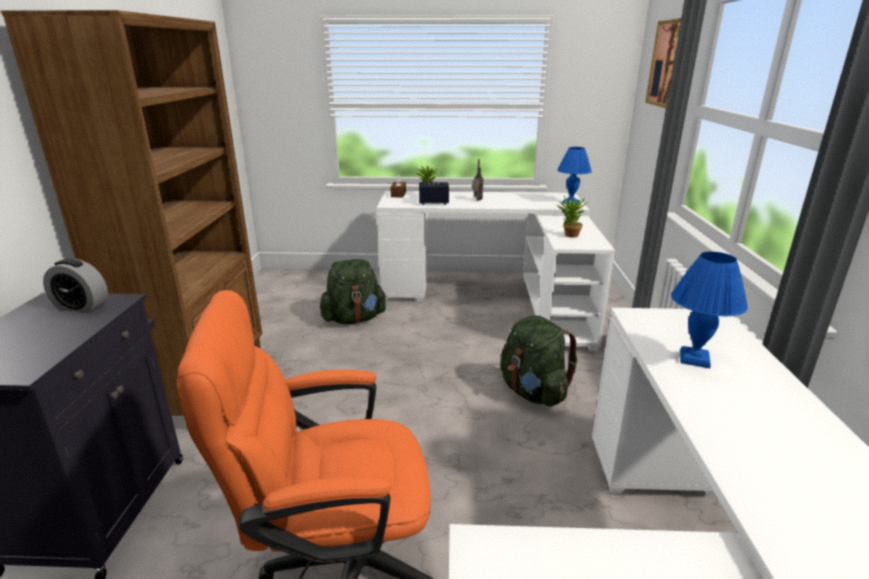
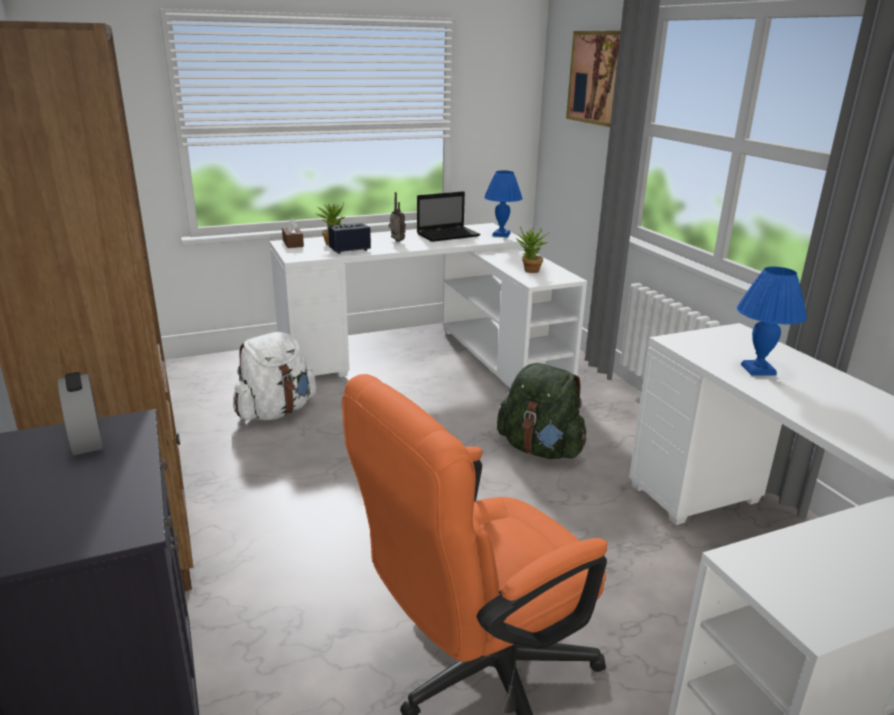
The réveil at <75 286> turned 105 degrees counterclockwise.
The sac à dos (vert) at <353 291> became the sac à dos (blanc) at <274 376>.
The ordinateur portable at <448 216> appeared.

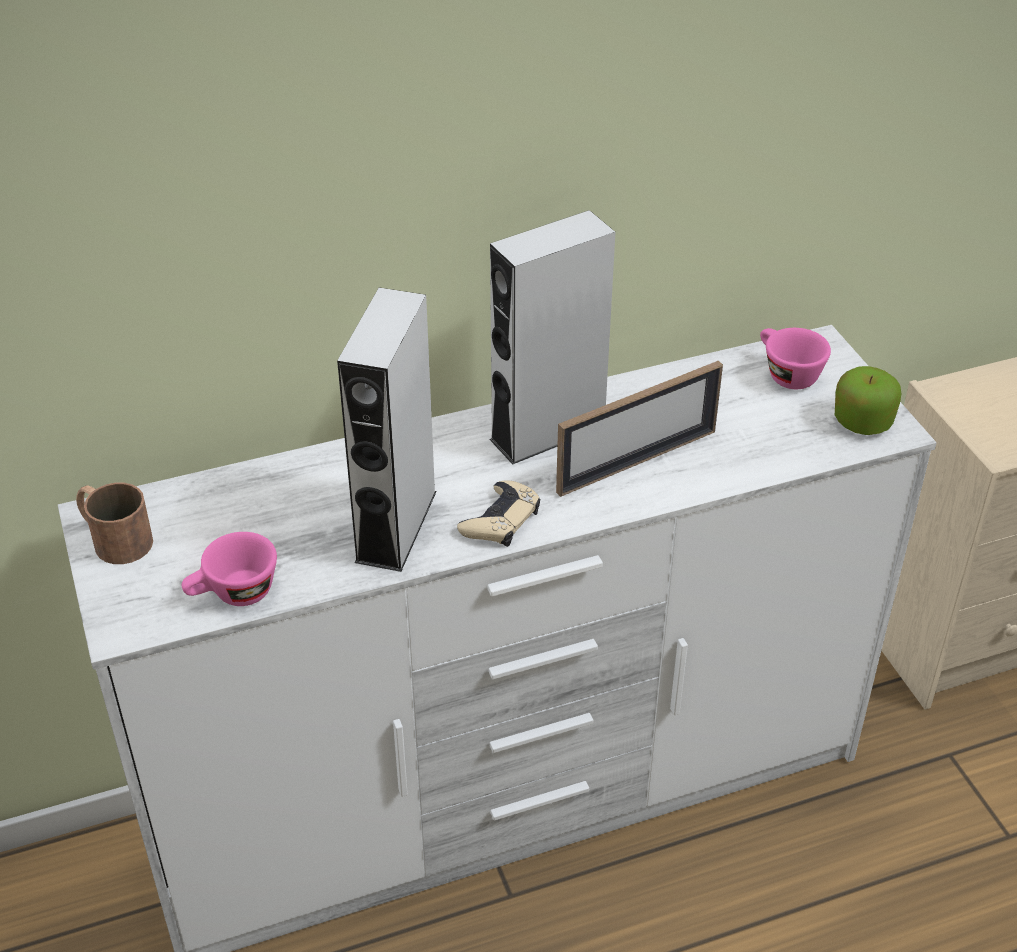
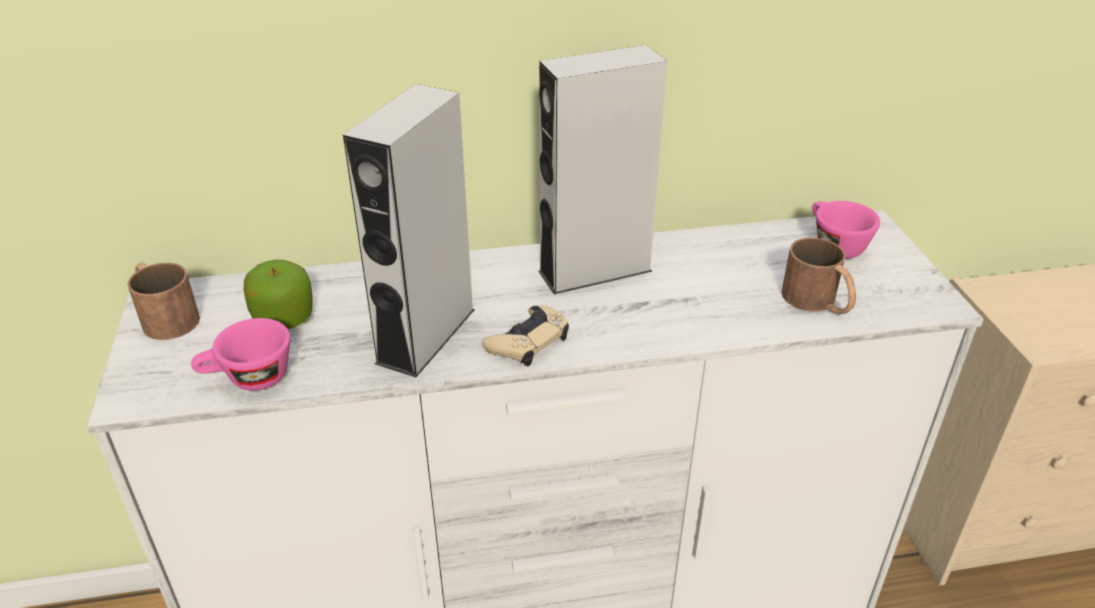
The cadre photo at <639 429> disappeared.
The pomme moved from <868 400> to <278 294>.
The mug (marron) at <819 275> appeared.

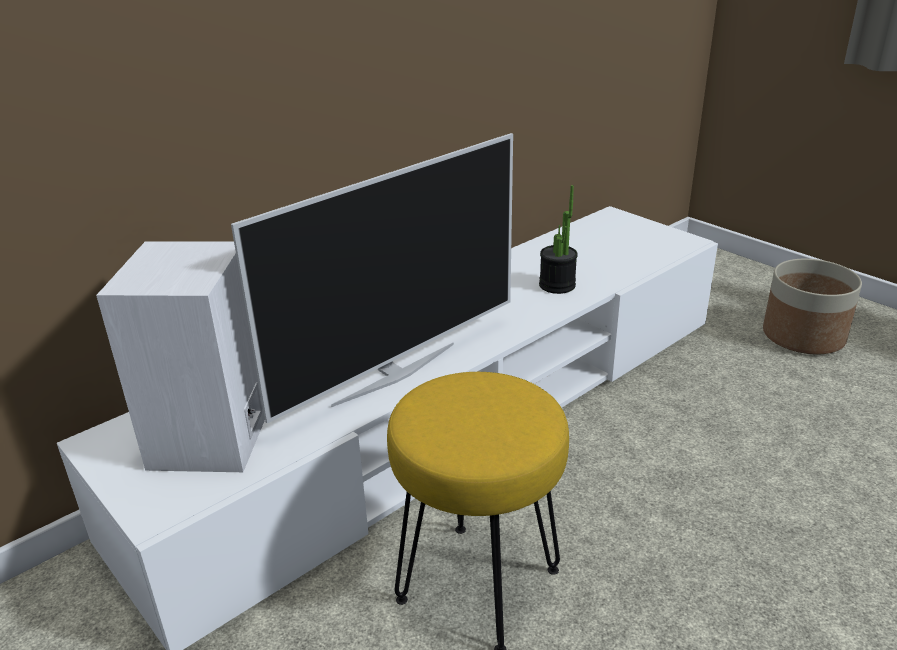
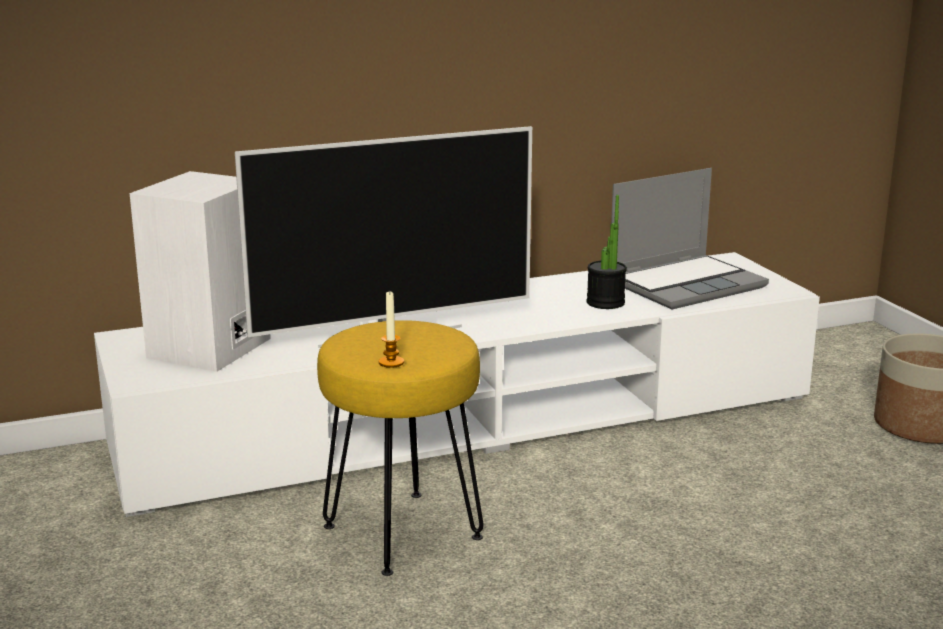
The bougie at <391 330> appeared.
The ordinateur portable at <690 239> appeared.

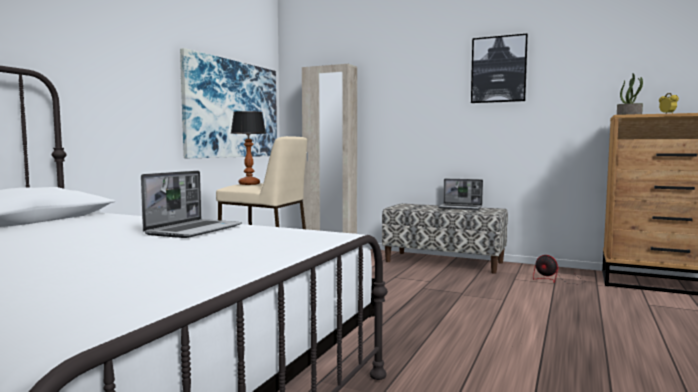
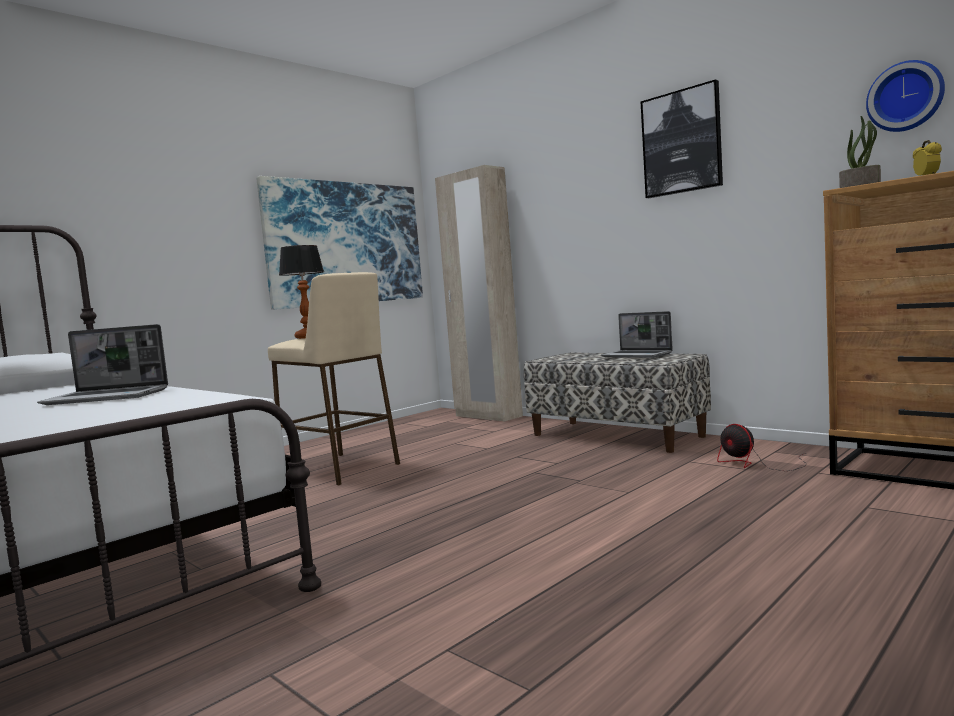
The ordinateur portable at <191 204> turned 45 degrees clockwise.
The horloge murale at <905 96> appeared.

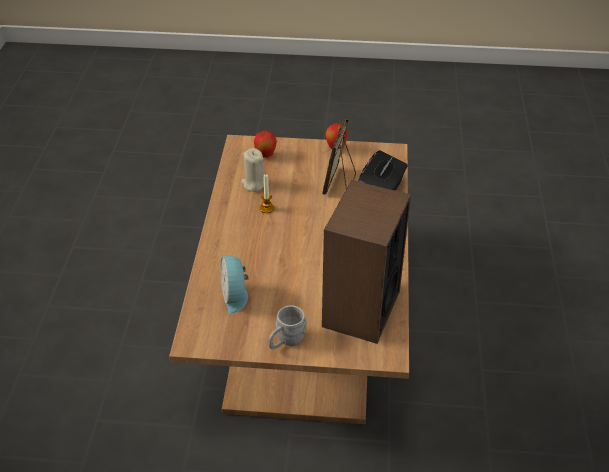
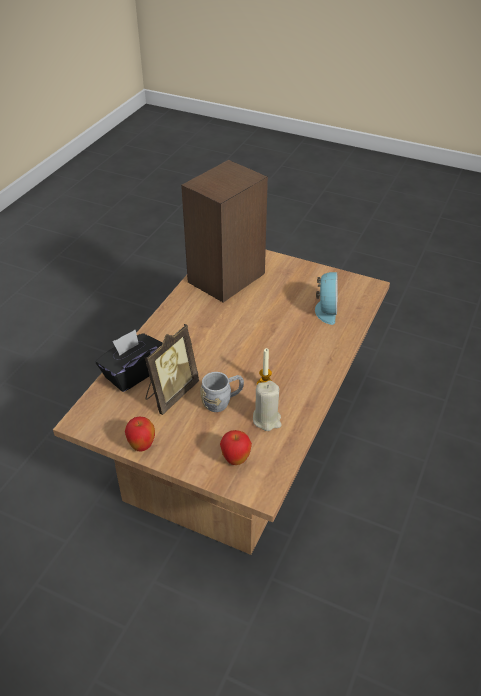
The mug (gris) moved from <287 327> to <222 392>.

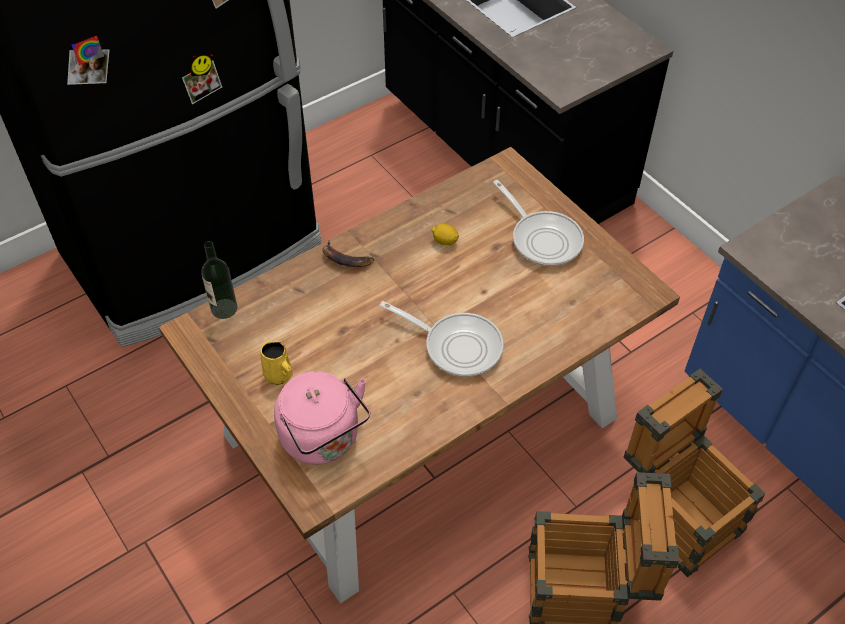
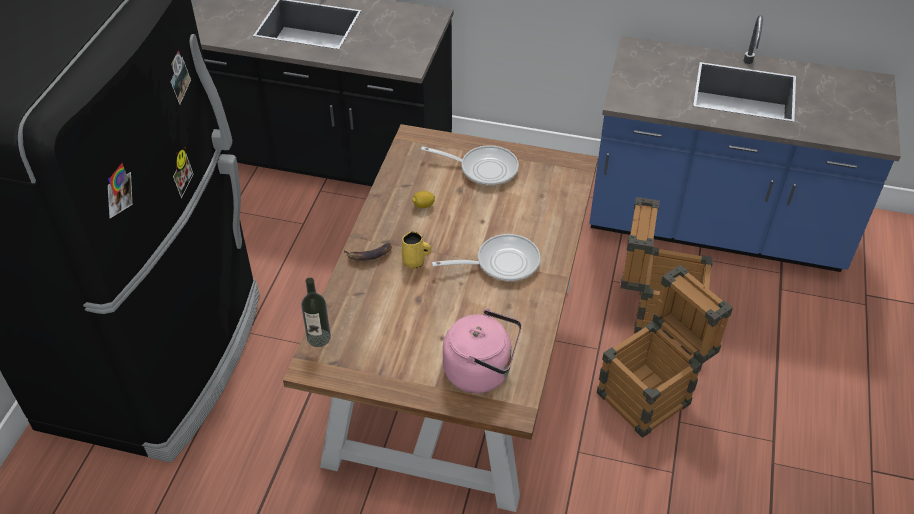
The mug (jaune) moved from <277 363> to <416 250>.

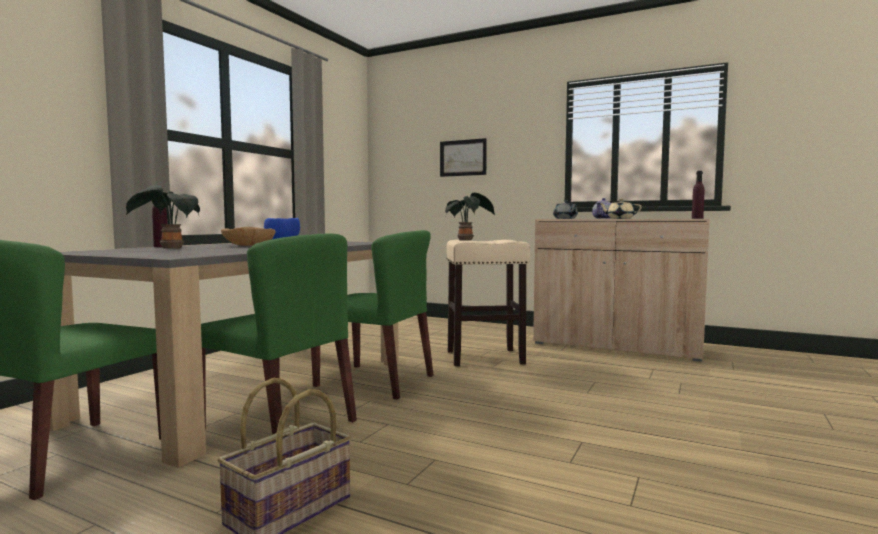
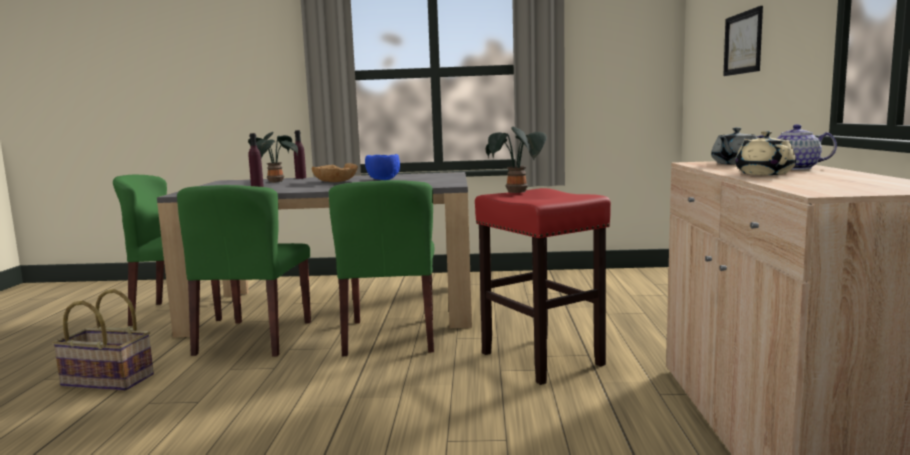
The tabouret (beige) at <488 303> became the tabouret (rouge) at <543 286>.
The bouteille (violet) moved from <698 195> to <256 160>.

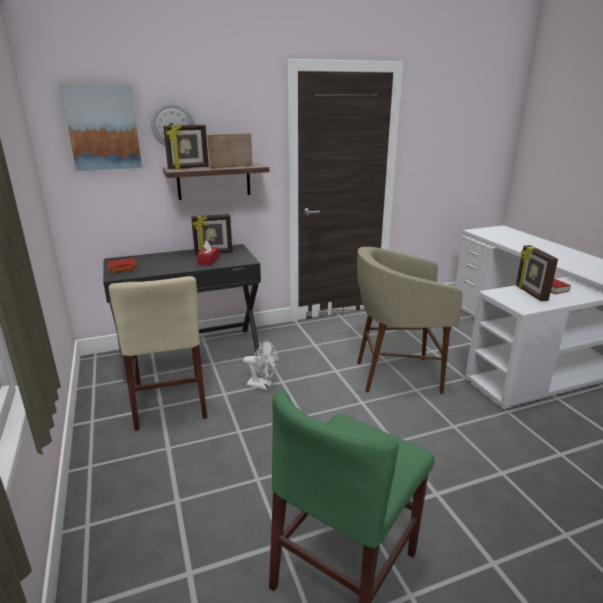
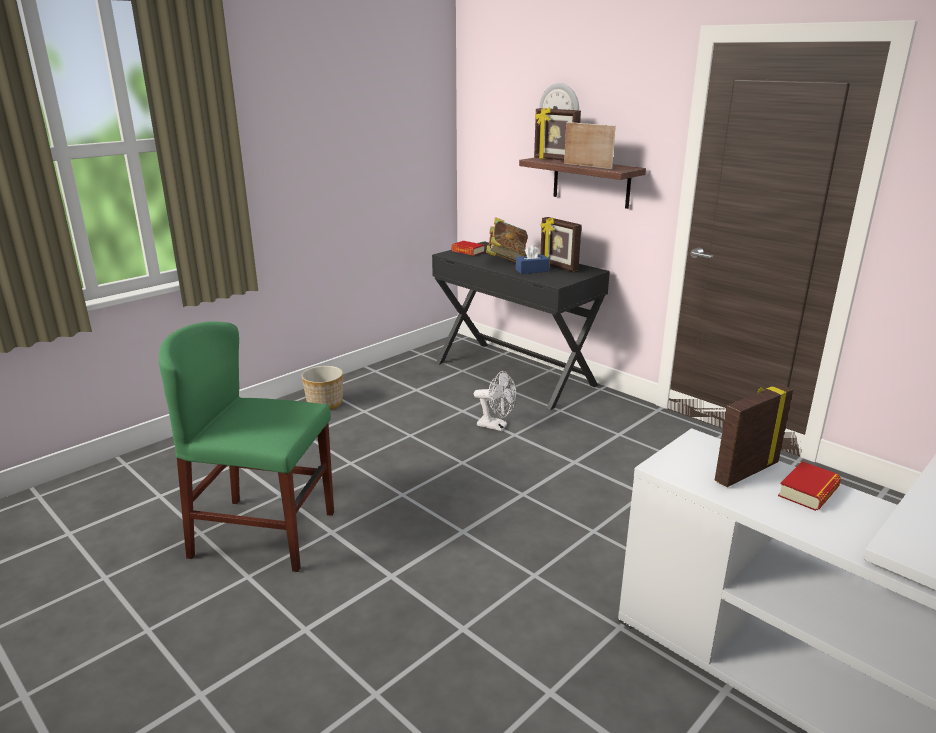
The tableau at <101 128> disappeared.
The chaise (beige) at <157 353> disappeared.
The boîte à mouchoirs (rouge) at <208 253> became the boîte à mouchoirs (bleu) at <532 259>.
The ventilateur (blanc) at <260 365> turned 60 degrees counterclockwise.
The tabouret (beige) at <410 320> disappeared.
The cache-pot at <322 388> appeared.
The livre at <506 239> appeared.

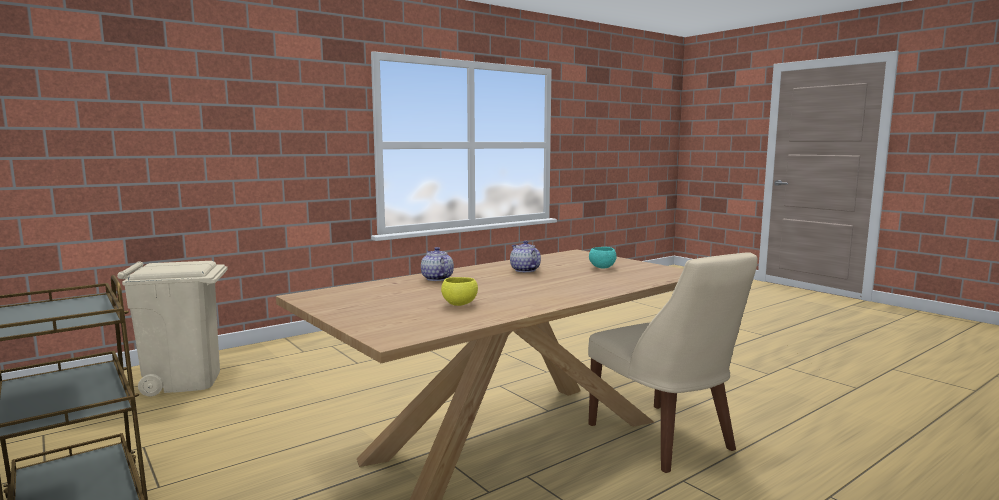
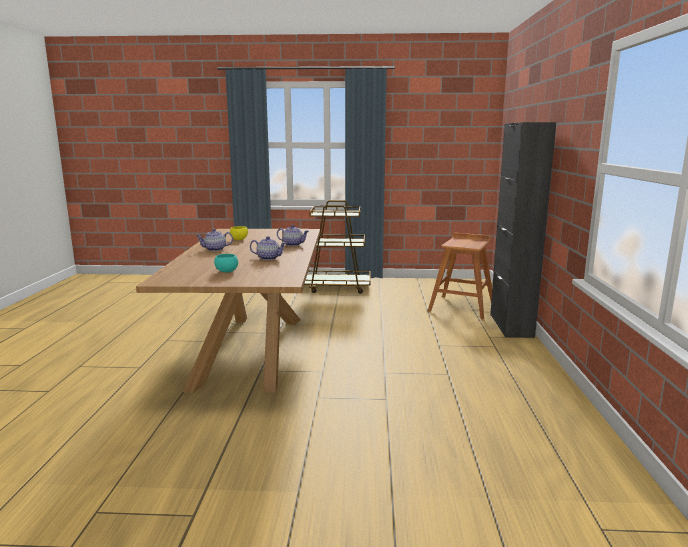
The poubelle (beige) at <172 329> was replaced by the tabouret (marron) at <460 276>.
The chaise (beige) at <672 362> disappeared.
The théière at <214 240> appeared.
The meuble de rangement (noir) at <523 230> appeared.

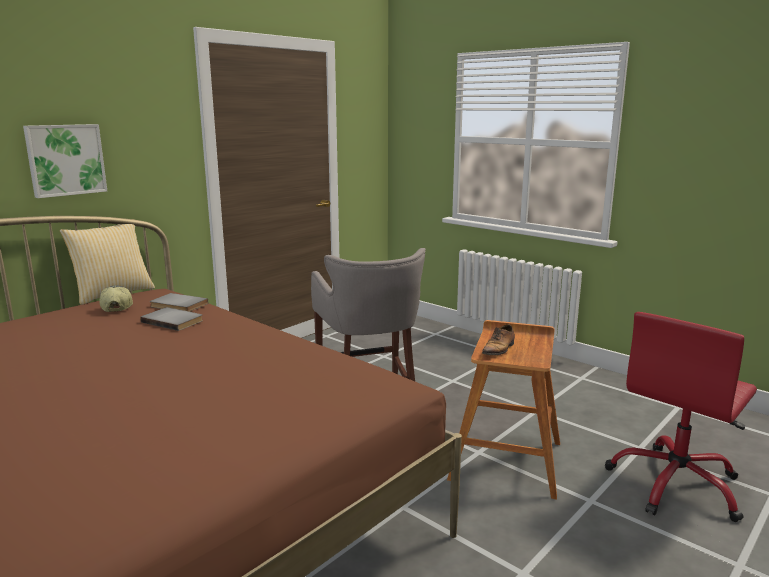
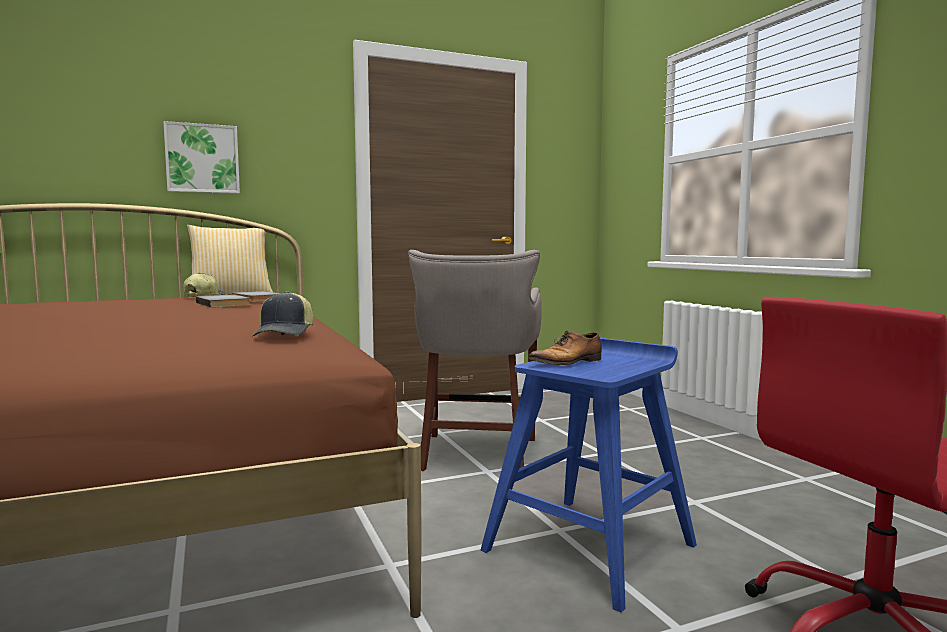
The tabouret (marron) at <503 410> became the tabouret (bleu) at <588 475>.
The casquette at <283 314> appeared.

